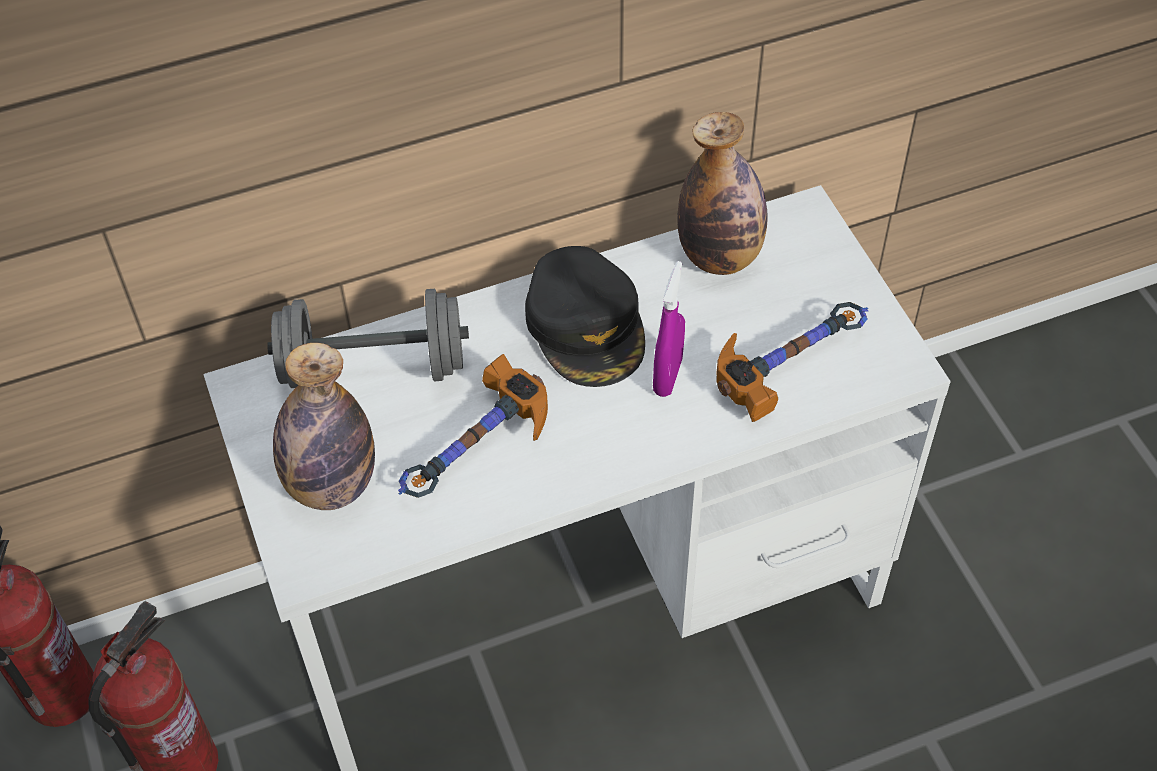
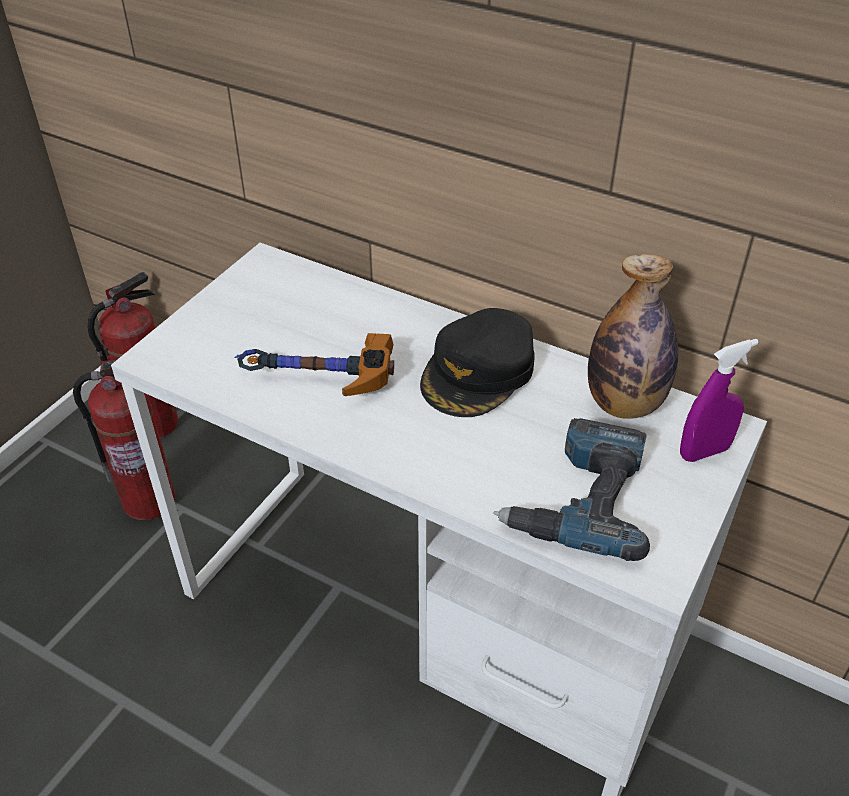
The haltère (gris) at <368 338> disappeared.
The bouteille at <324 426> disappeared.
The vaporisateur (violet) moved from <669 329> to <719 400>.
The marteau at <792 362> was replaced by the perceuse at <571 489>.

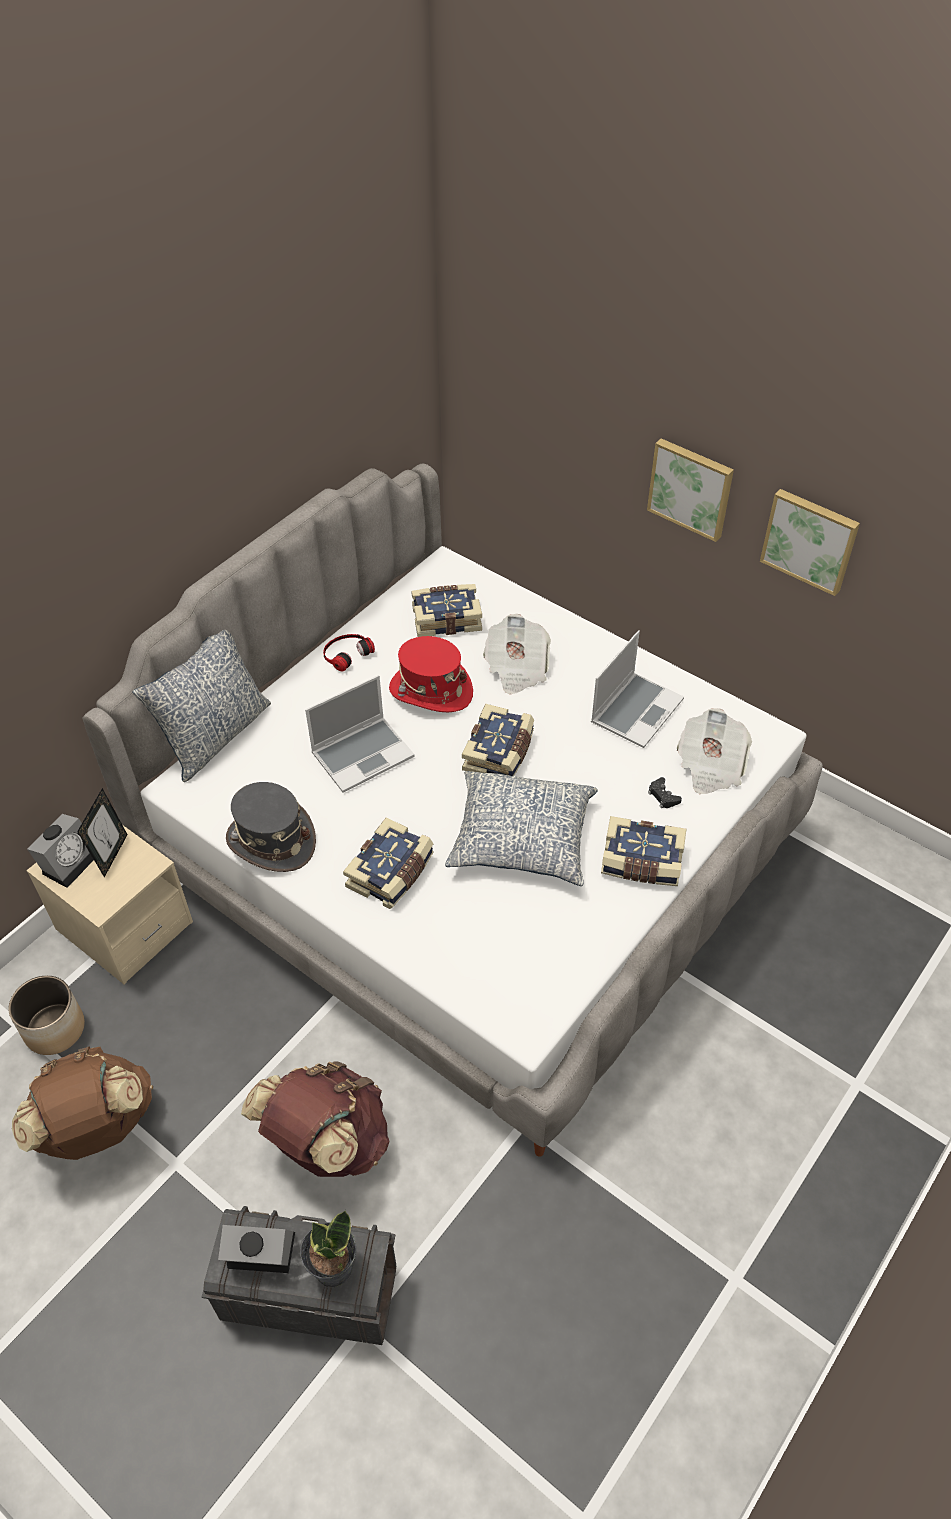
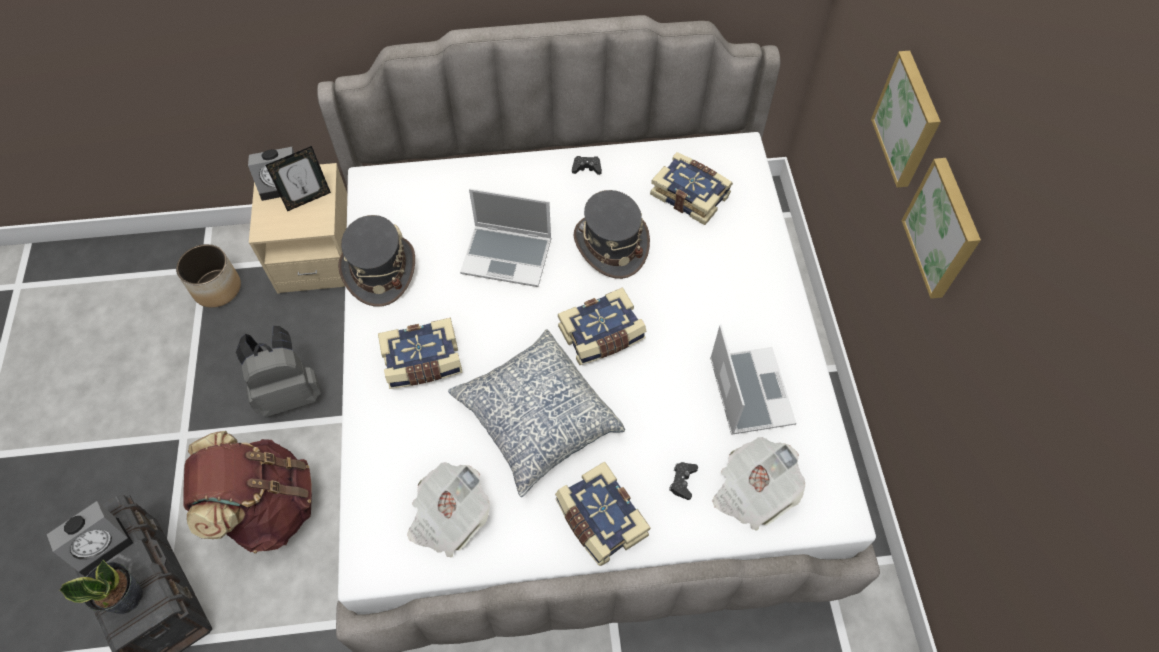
The sac à dos (marron) at <82 1103> disappeared.
The coussin at <201 706> disappeared.
The réveil at <256 1249> turned 90 degrees clockwise.
The casque audio at <349 653> was replaced by the manette (noir) at <587 165>.
The chapeau (rouge) at <431 674> became the chapeau (gris) at <611 234>.
The journal moved from <517 654> to <448 509>.
The ordinateur portable at <637 689> turned 90 degrees counterclockwise.
The tableau moved from <810 542> to <906 119>.
The sac à dos (gris) at <278 371> appeared.

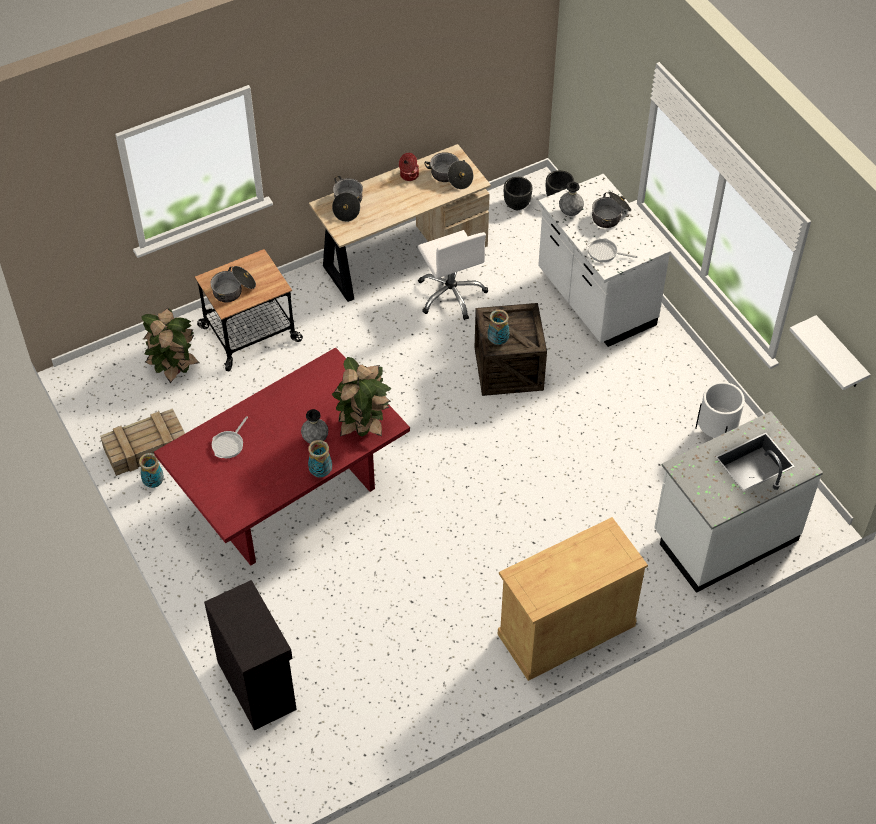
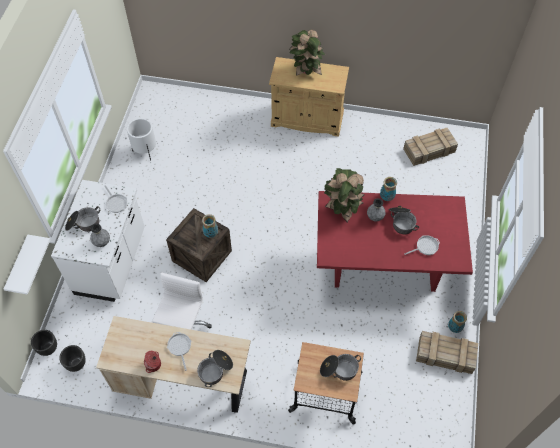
The plante en pot moved from <170 345> to <307 52>.
The meuble de rangement (noir) at <250 655> disappeared.
The marmite moved from <448 170> to <404 220>.
The comptoir de cuisine (blanc) at <738 502> disappeared.
The étagère (blanc) moved from <830 352> to <27 264>.
The poêle at <179 351> appeared.
The caisse at <430 147> appeared.

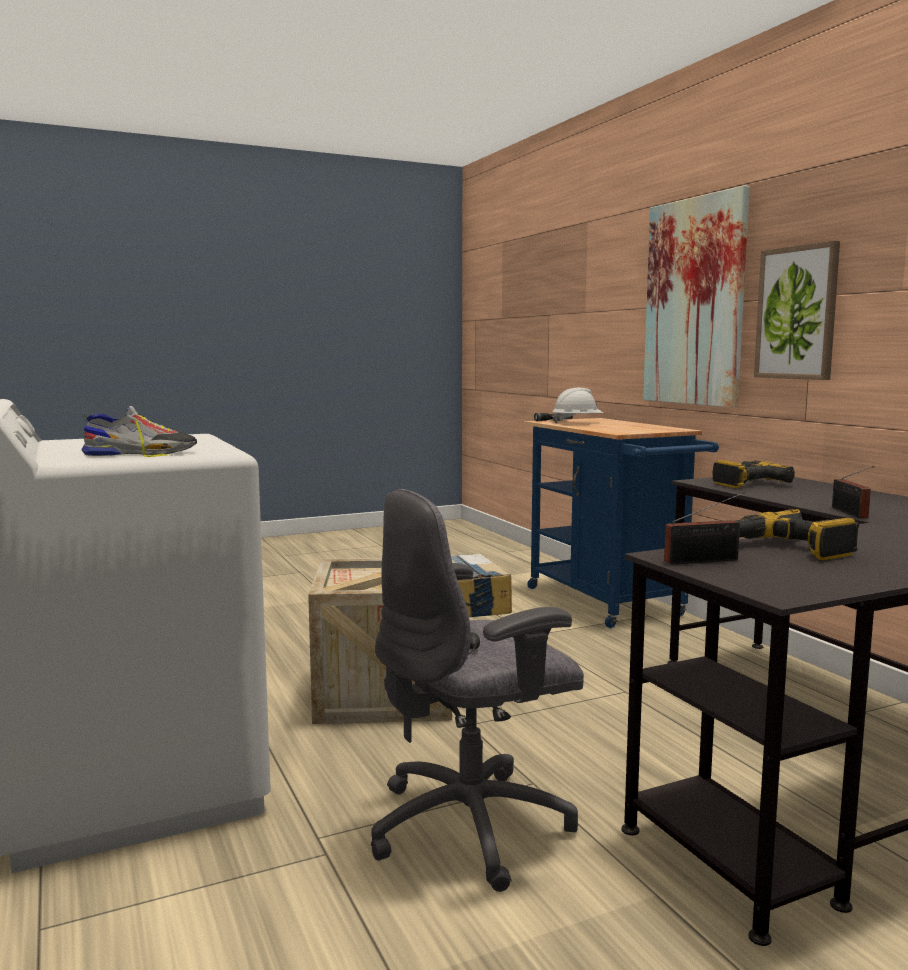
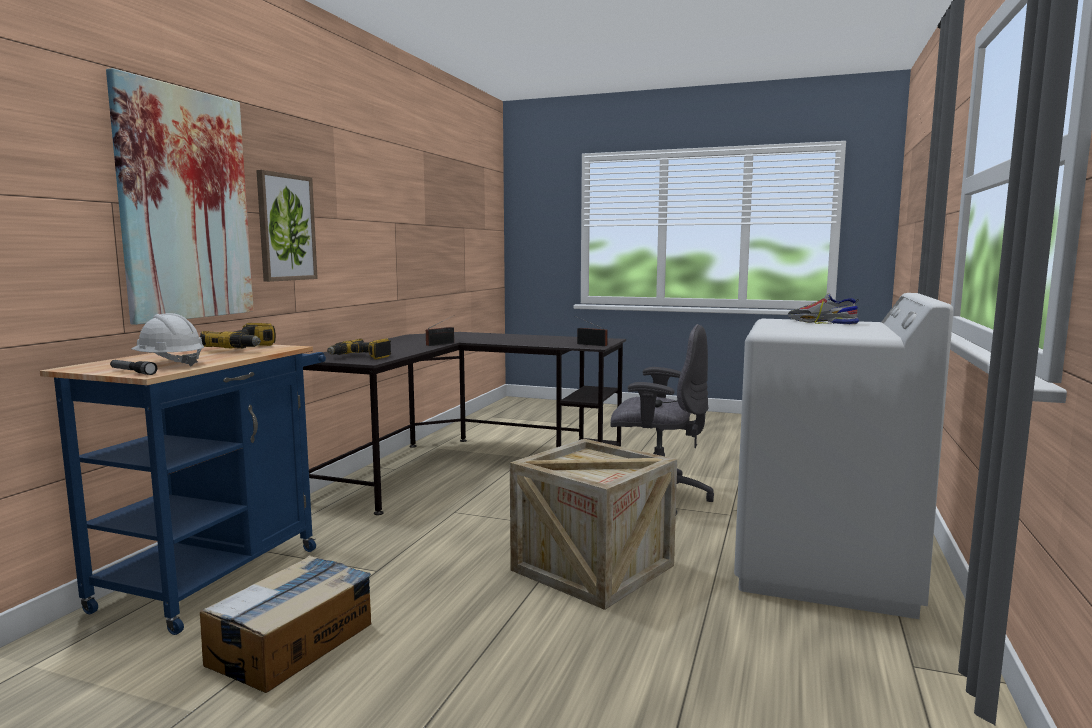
The perceuse moved from <797 534> to <238 335>.

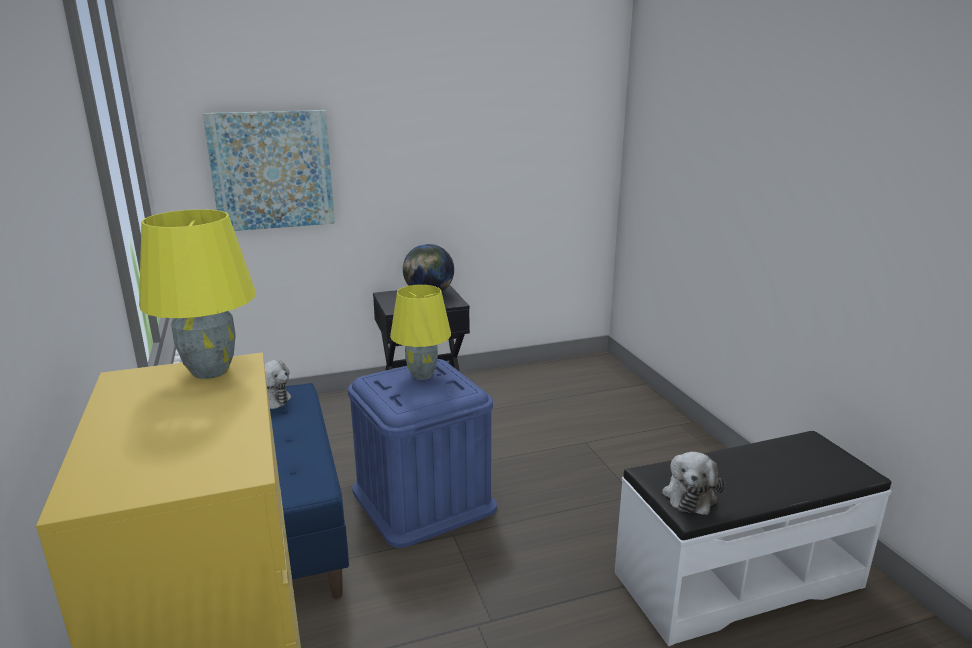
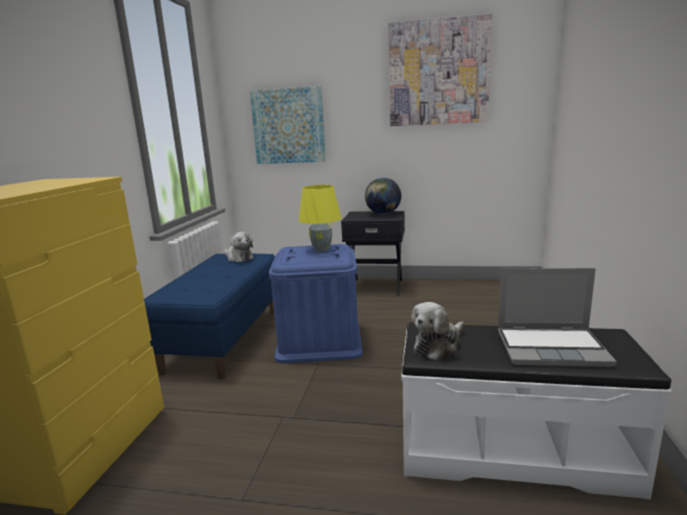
The lampe de table (jaune) at <197 294> disappeared.
The tableau at <440 69> appeared.
The ordinateur portable at <557 317> appeared.

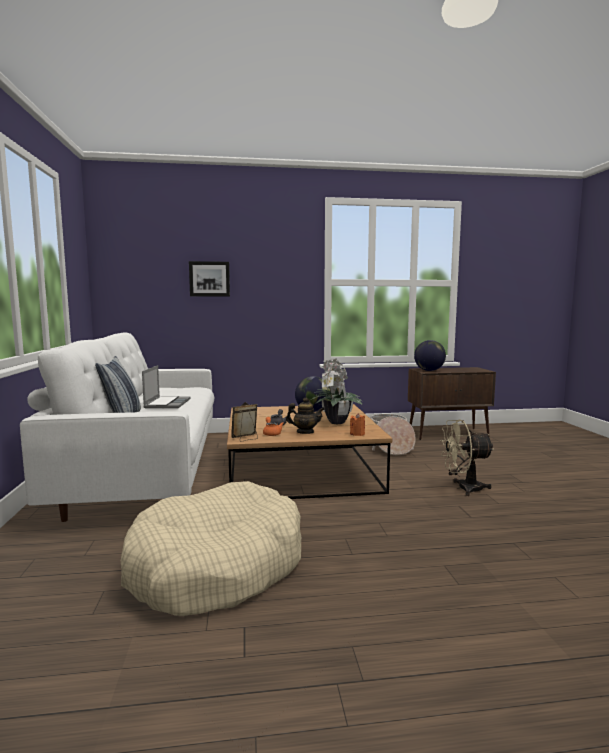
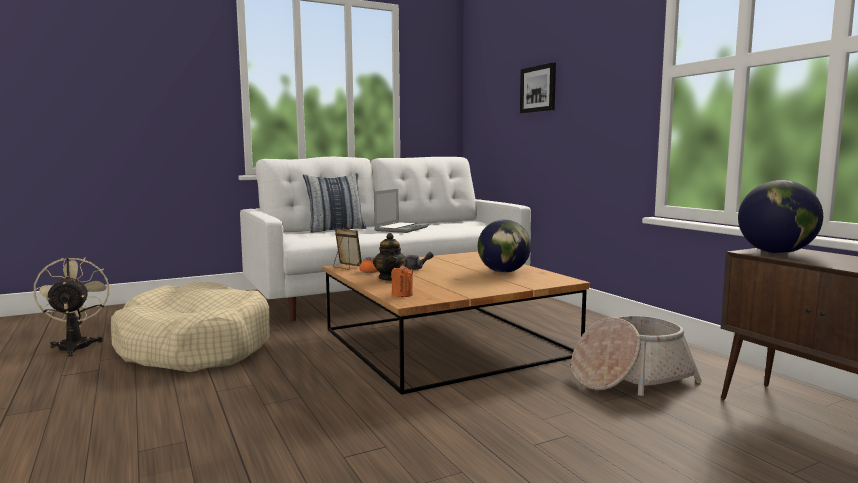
The ordinateur portable at <166 387> turned 45 degrees counterclockwise.
The plante en pot at <336 391> disappeared.
The ventilateur (beige) moved from <467 457> to <72 307>.

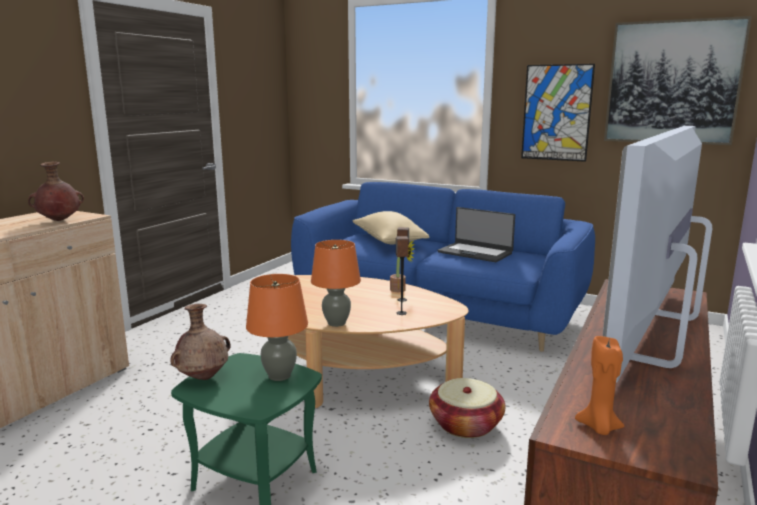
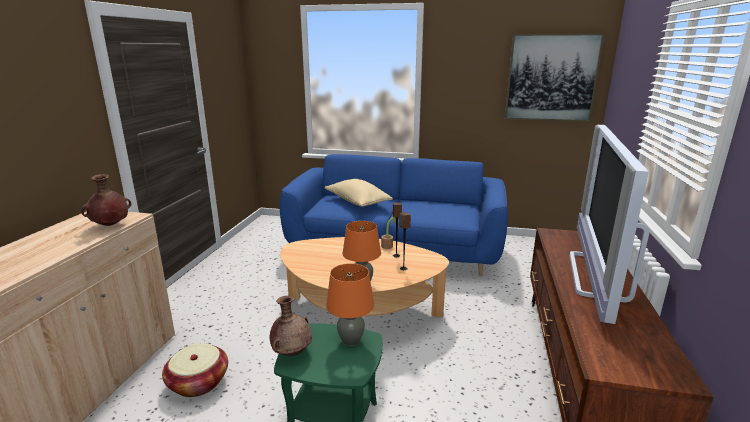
The panier moved from <467 408> to <195 370>.
The ordinateur portable at <476 234> disappeared.
The tableau at <558 113> disappeared.
The bougie (orange) at <599 385> disappeared.

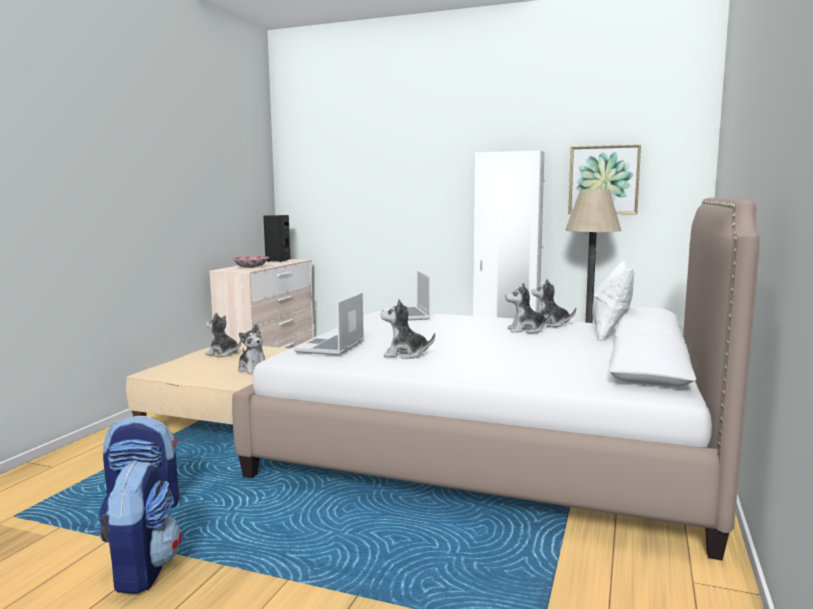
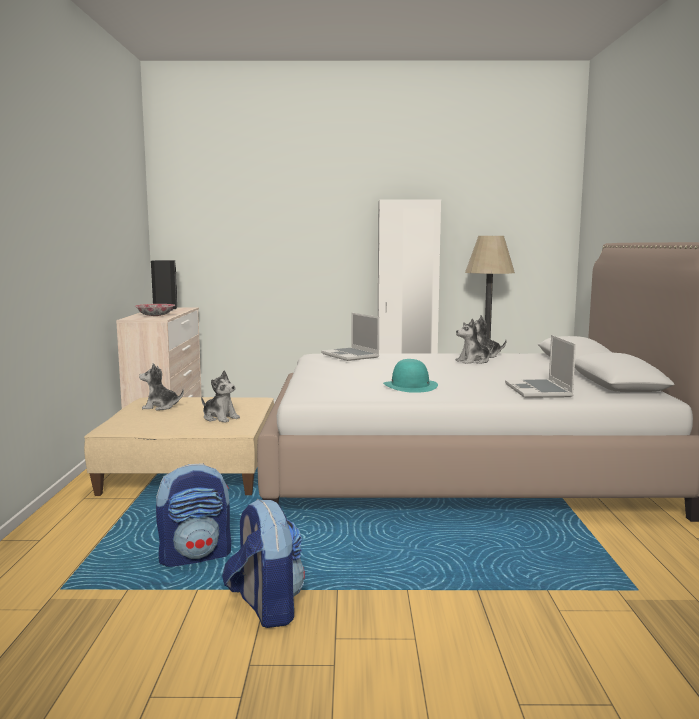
The ordinateur portable moved from <329 323> to <540 366>.
The peluche at <408 329> was replaced by the chapeau (turquoise) at <410 376>.
The tableau at <604 179> disappeared.
The coussin (blanc) at <613 301> disappeared.

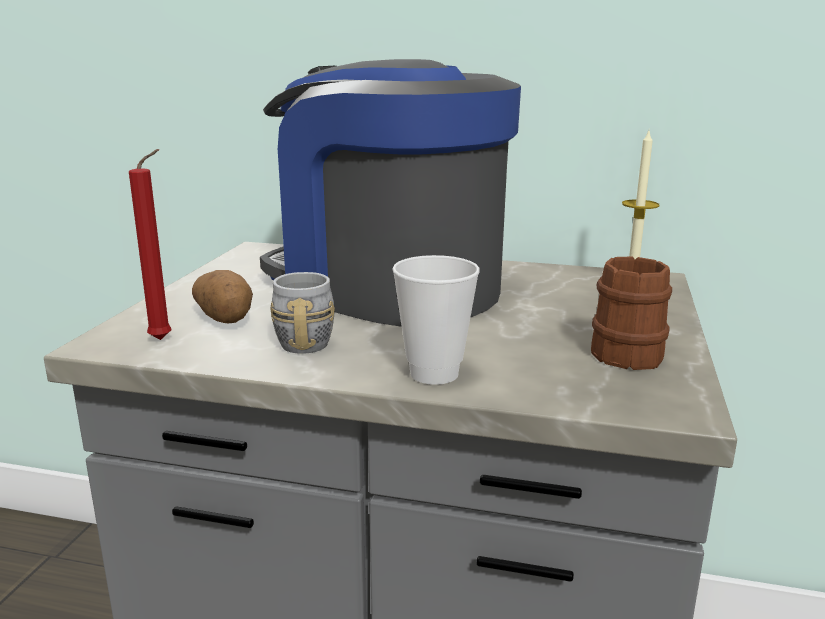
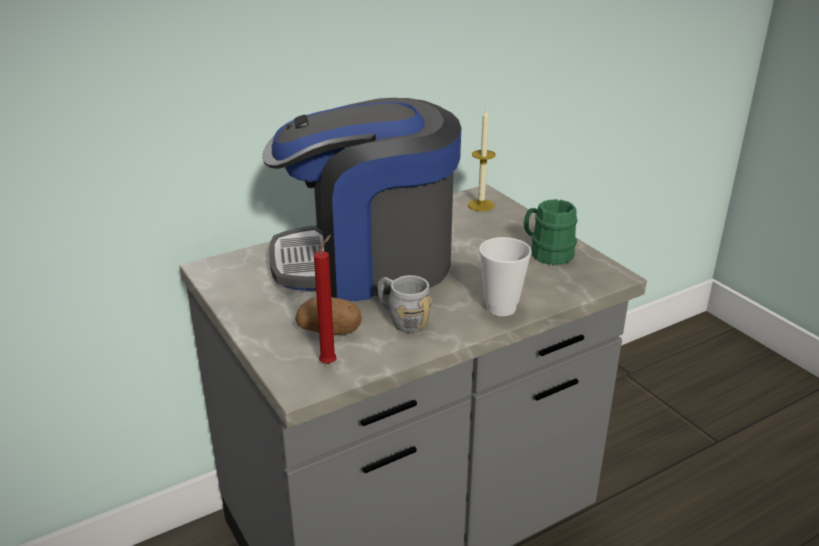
The mug (marron) at <631 313> became the mug (vert) at <550 232>.

